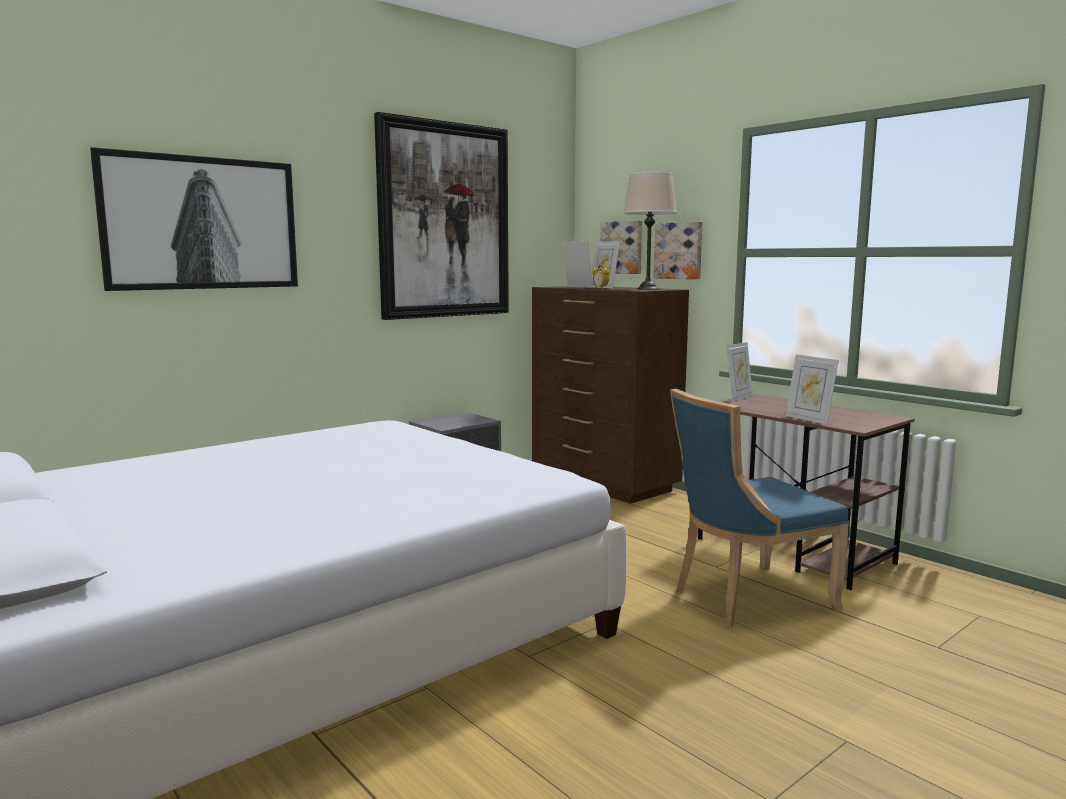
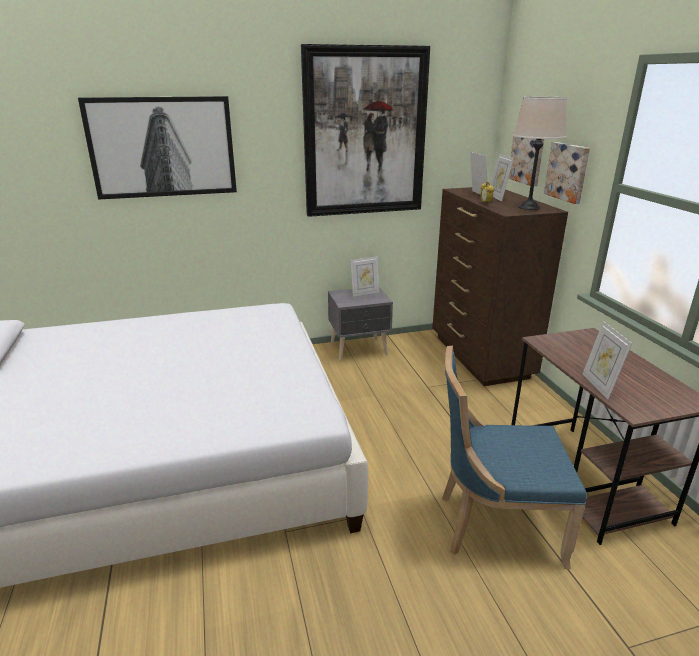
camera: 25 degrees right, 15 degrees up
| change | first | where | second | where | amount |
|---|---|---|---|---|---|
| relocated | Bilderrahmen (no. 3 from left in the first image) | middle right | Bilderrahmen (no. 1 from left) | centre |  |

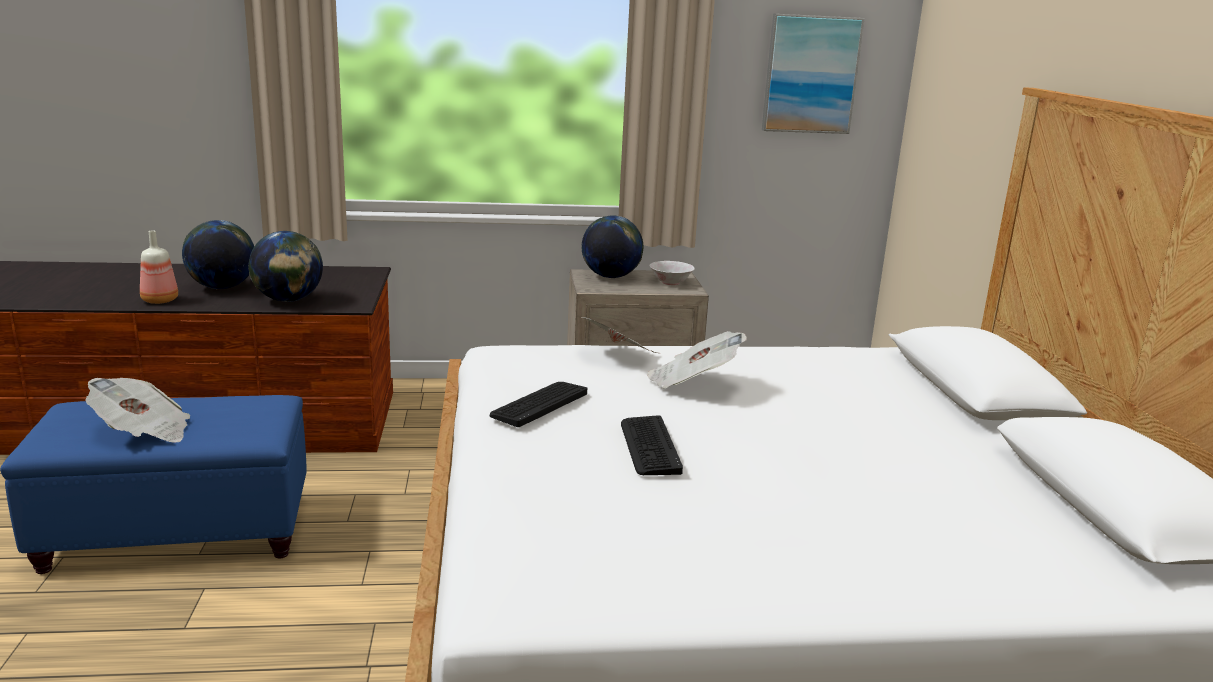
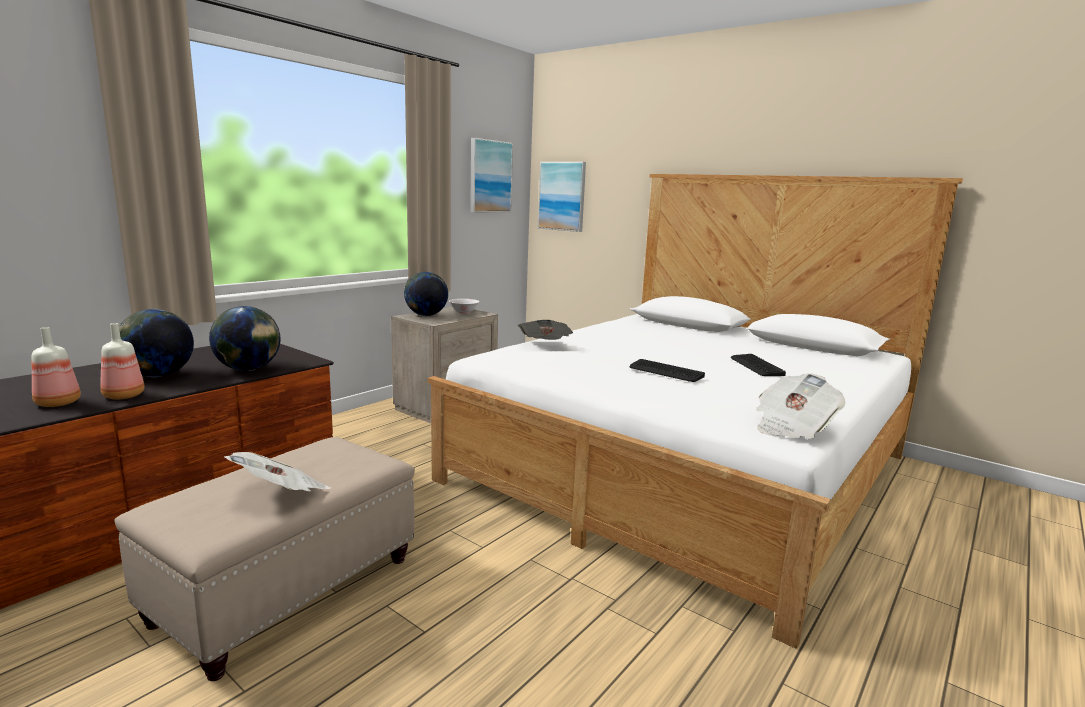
camera: 45 degrees left, 5 degrees down
| change | first | where | second | where | amount |
|---|---|---|---|---|---|
| appeared |  |  | Flasche (no. 1 from left) | middle left |  |
| appeared |  |  | Bild (no. 2 from left) | top centre |  |
| relocated | Tastatur (no. 1 from left in the first image) | centre | Tastatur (no. 2 from left) | middle right |  |
| relocated | Zeitung (no. 3 from left) | centre |  | middle right |  |
| colour | Polsterhocker/blau | bottom left | Polsterhocker/beige | bottom left |  |

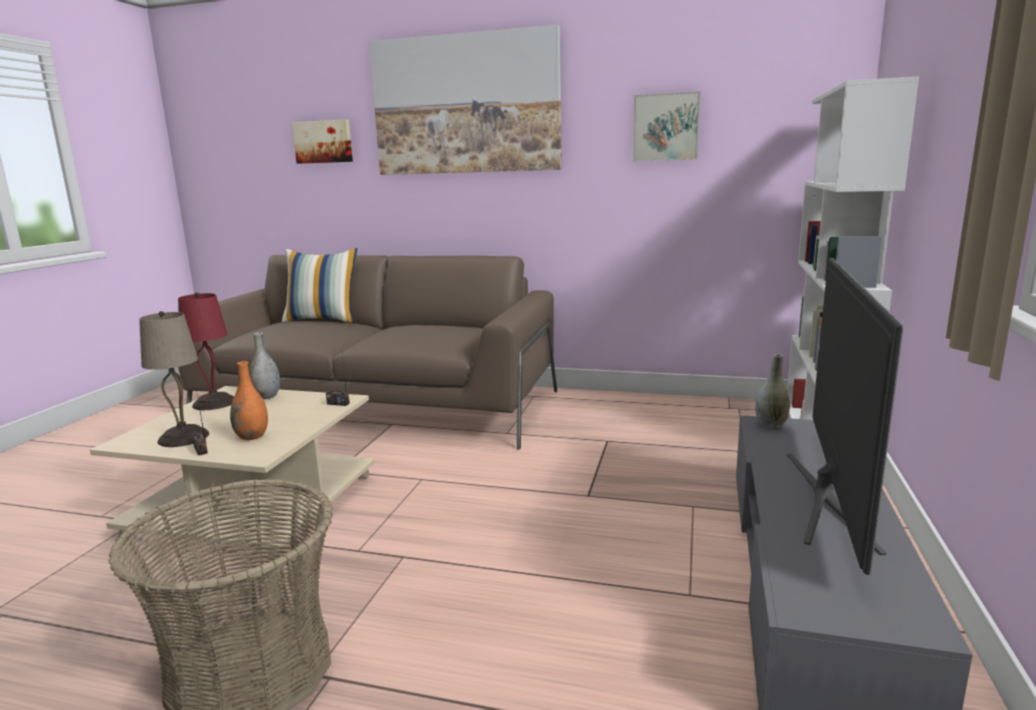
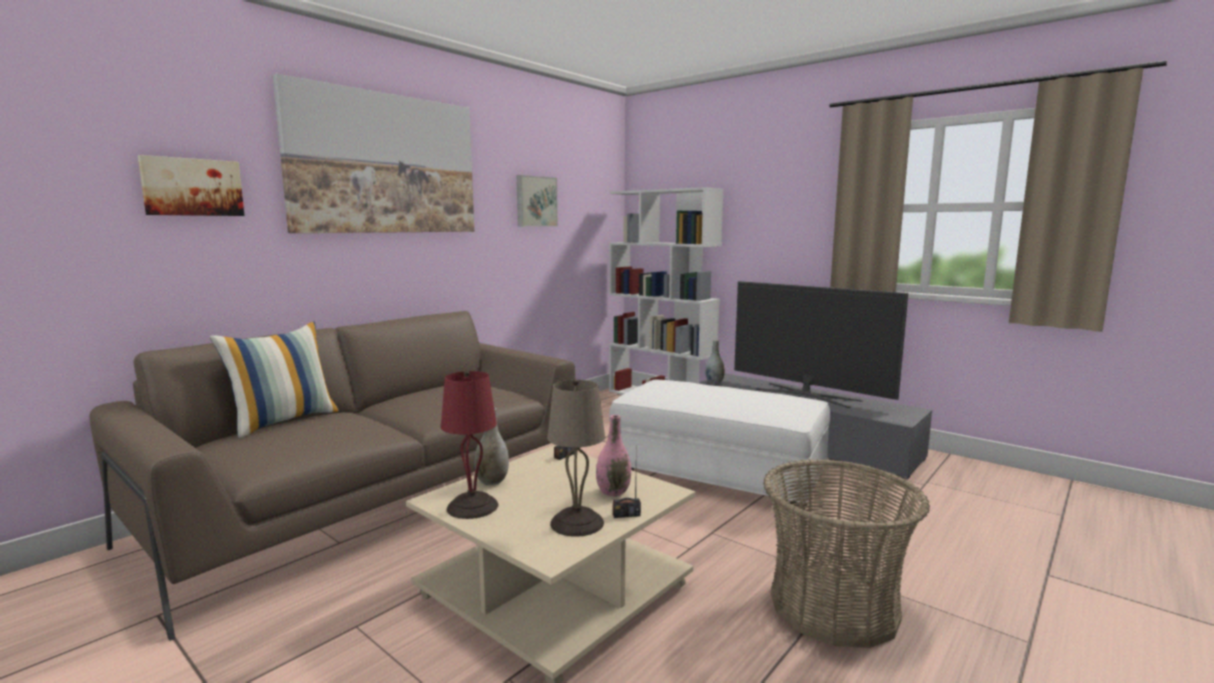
camera: 65 degrees left, 5 degrees down
| change | first | where | second | where | amount |
|---|---|---|---|---|---|
| appeared |  |  | Polsterhocker/weiß | centre |  |
| colour | Vase/orange | middle left | Vase/rosa | bottom centre |  |

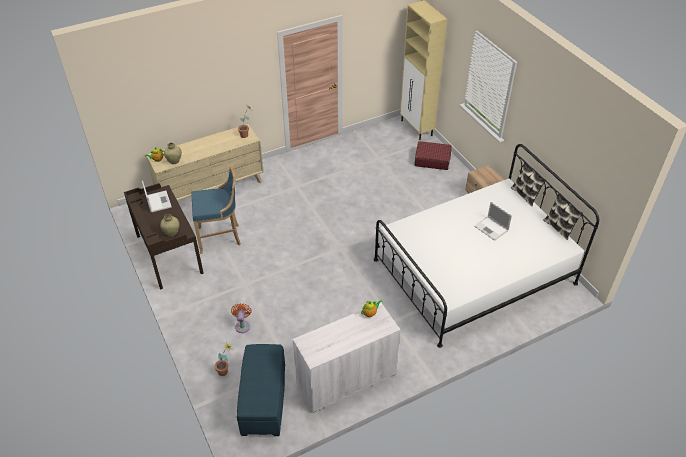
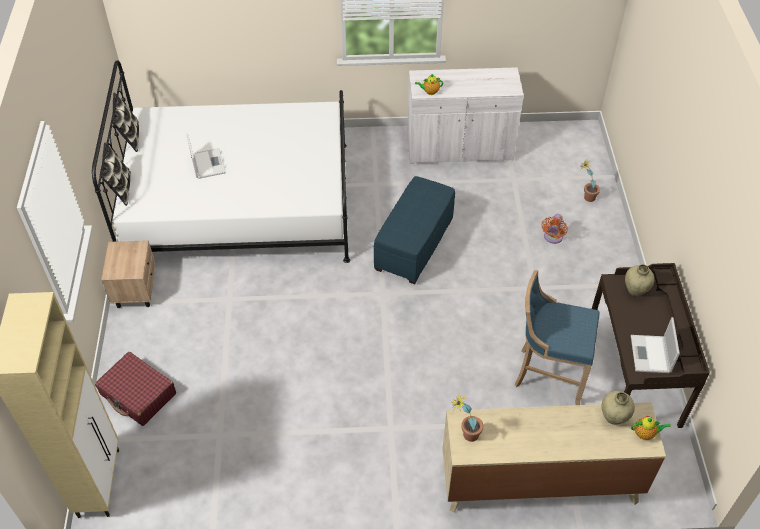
camera: 155 degrees left, 5 degrees up
| change | first | where | second | where | amount |
|---|---|---|---|---|---|
| relocated | Polsterhocker/blau | bottom centre |  | centre |  |

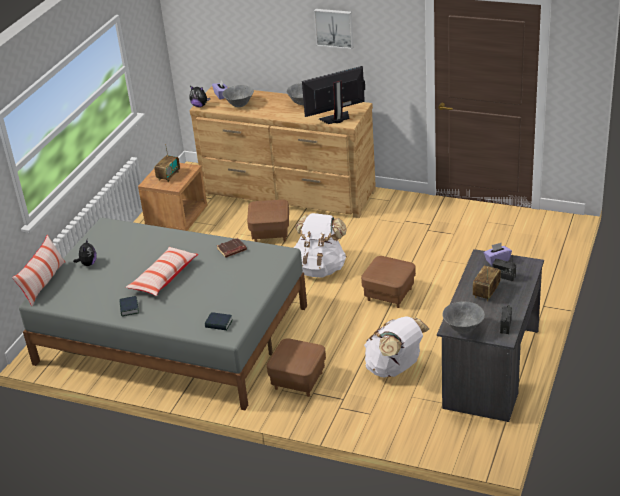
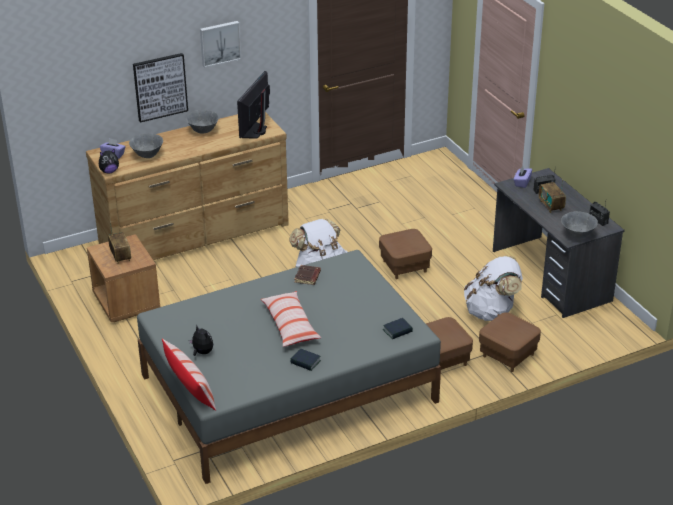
camera: 50 degrees left, 0 degrees up
| change | first | where | second | where | amount |
|---|---|---|---|---|---|
| appeared |  |  | Bild (no. 1 from left) | top left |  |
| relocated | Polsterhocker/braun (no. 1 from left in the first image) | centre | Polsterhocker/braun (no. 3 from left) | bottom right |  |

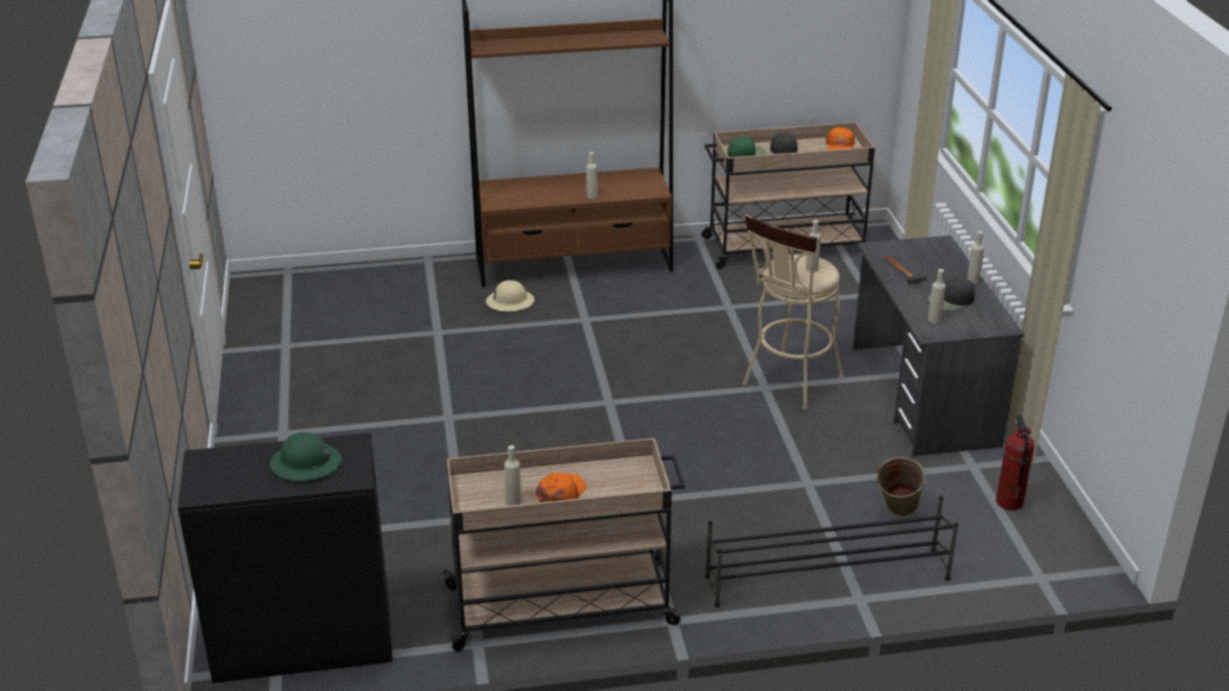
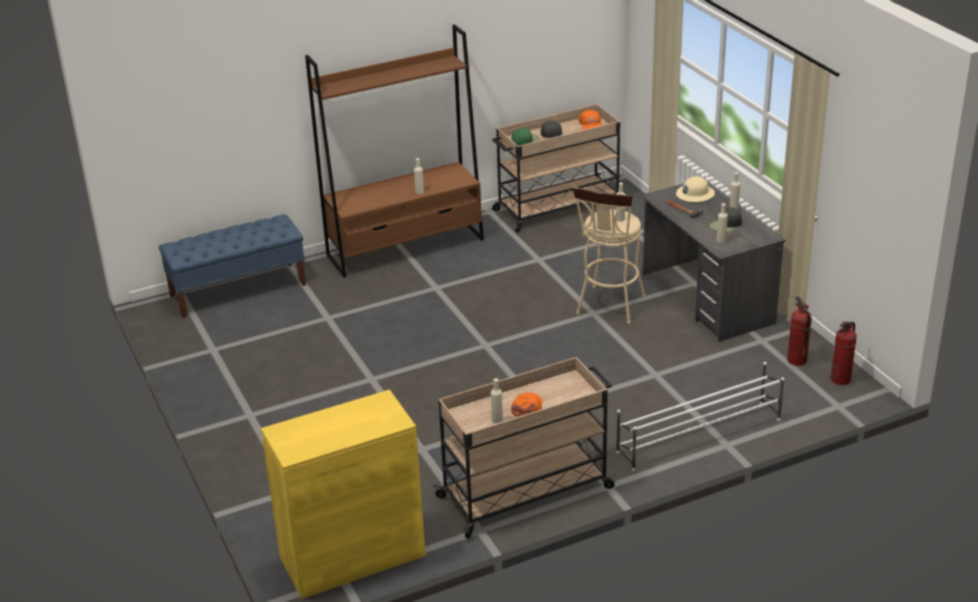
camera: 15 degrees left, 0 degrees up
| change | first | where | second | where | amount |
|---|---|---|---|---|---|
| missing | Schutzhelm/grün | middle left |  |  |  |
| missing | Eimer/grün | bottom right |  |  |  |
| appeared |  |  | Bank/blau | middle left |  |
| appeared |  |  | Feuerlöscher (no. 2 from left) | middle right |  |
| relocated | Schutzhelm/beige | centre |  | top right |  |
| colour | Schrank/schwarz | bottom left | Schrank/gelb | bottom centre |  |
| colour | Schuhregal/schwarz | bottom right | Schuhregal/weiß | bottom right |  |

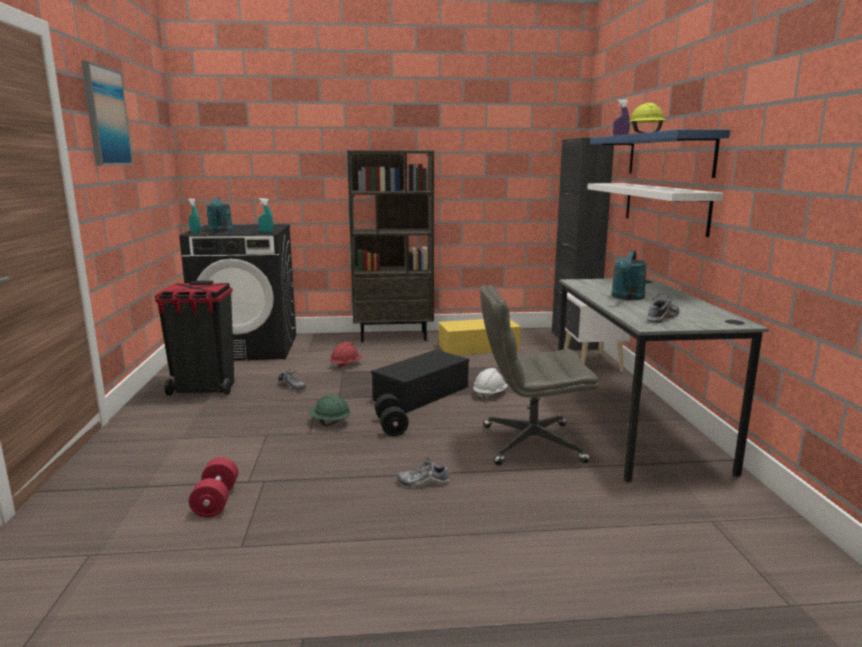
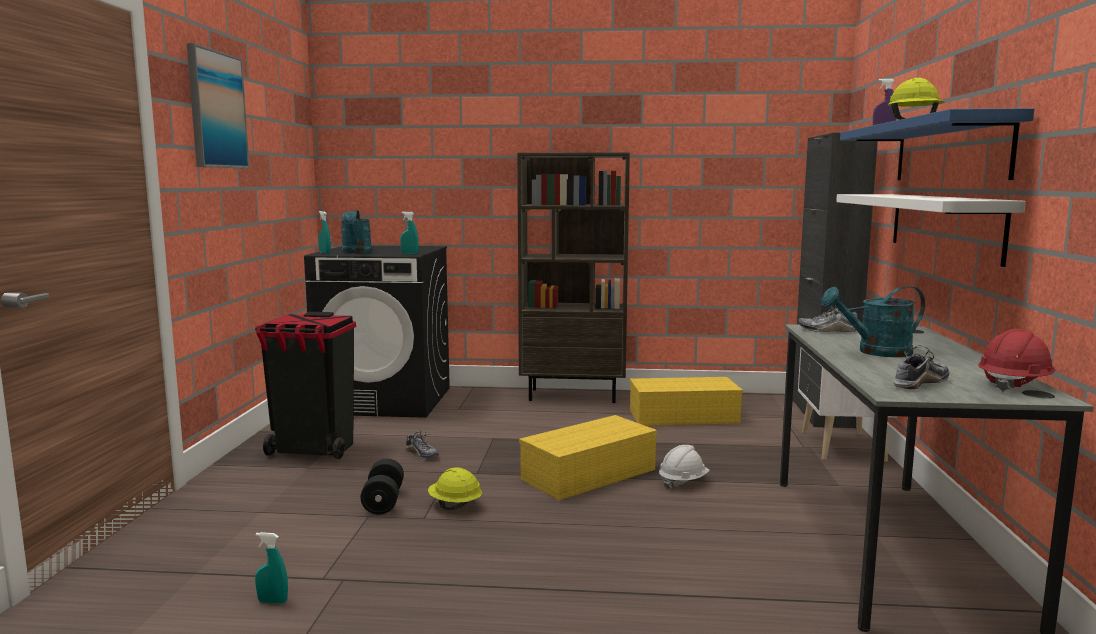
camera: 10 degrees right, 5 degrees down
| change | first | where | second | where | amount |
|---|---|---|---|---|---|
| missing | Bürostuhl/grau | centre |  |  |  |
| relocated | Schutzhelm/rot | centre |  | middle right |  |
| relocated | Hantel/schwarz | centre |  | bottom centre |  |
| relocated | Schuh (no. 2 from left) | bottom centre |  | middle right |  |
| exchanged | Hantel/rot | bottom left | Sprühflasche/türkis (no. 1 from left) | bottom left |  |
| colour | Schutzhelm/grün | centre | Schutzhelm/gelb (no. 1 from left) | bottom centre |  |
| colour | Aufbewahrungsbox/schwarz | centre | Aufbewahrungsbox/gelb (no. 1 from left) | bottom centre |  |
| spun | Gießkanne/türkis (no. 2 from left) | middle right |  | middle right | 45 degrees clockwise |

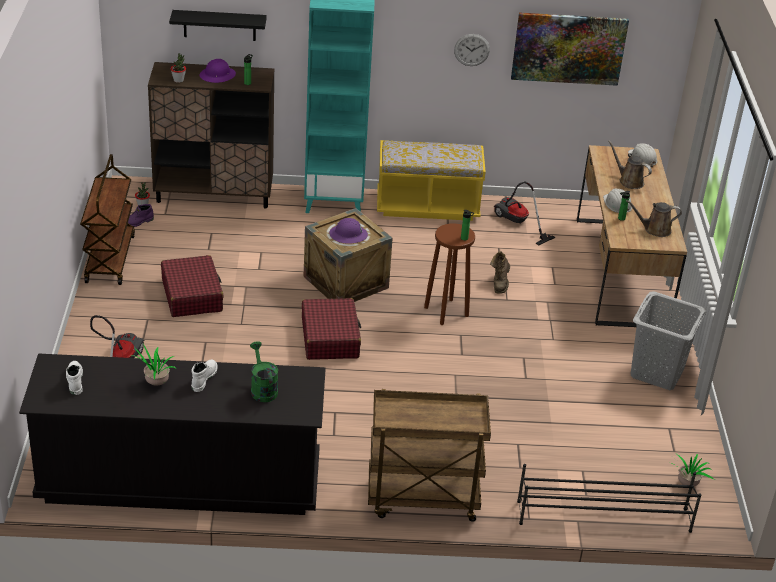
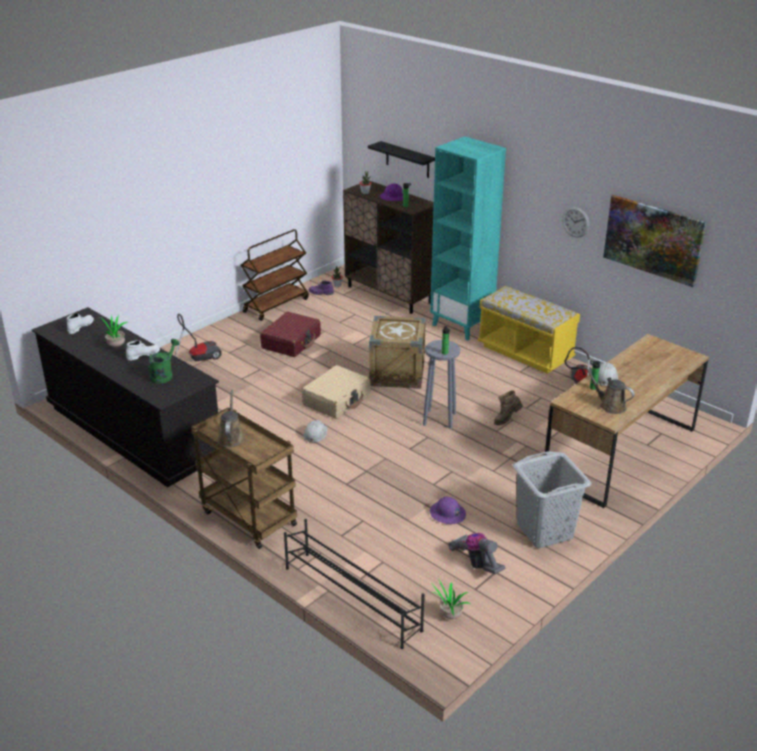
camera: 45 degrees right, 5 degrees down
| change | first | where | second | where | amount |
|---|---|---|---|---|---|
| appeared |  |  | Staubsauger (no. 2 from left) | bottom centre |  |
| relocated | Schutzhelm/lila (no. 2 from left) | centre |  | bottom centre |  |
| relocated | Gießkanne/braun (no. 1 from left) | top right |  | middle left |  |
| relocated | Schutzhelm/weiß (no. 2 from left in the first image) | top right | Schutzhelm/weiß (no. 1 from left) | centre |  |
| colour | Koffer/rot (no. 2 from left) | centre | Koffer/beige | centre |  |
| colour | Hocker/braun | centre | Hocker/grau | centre |  |

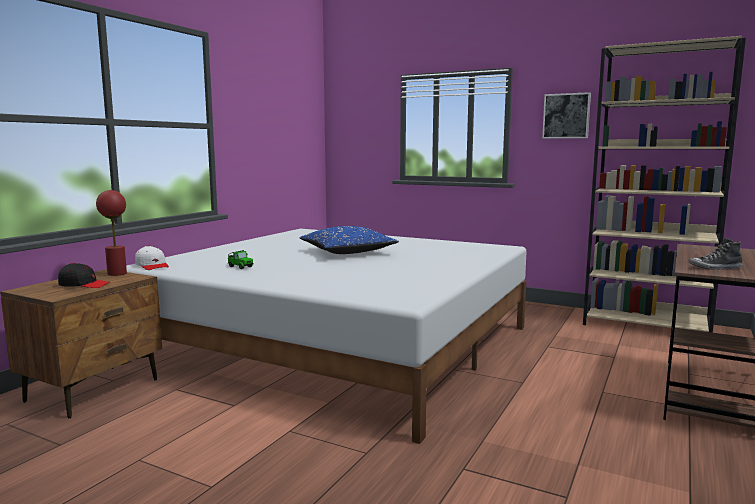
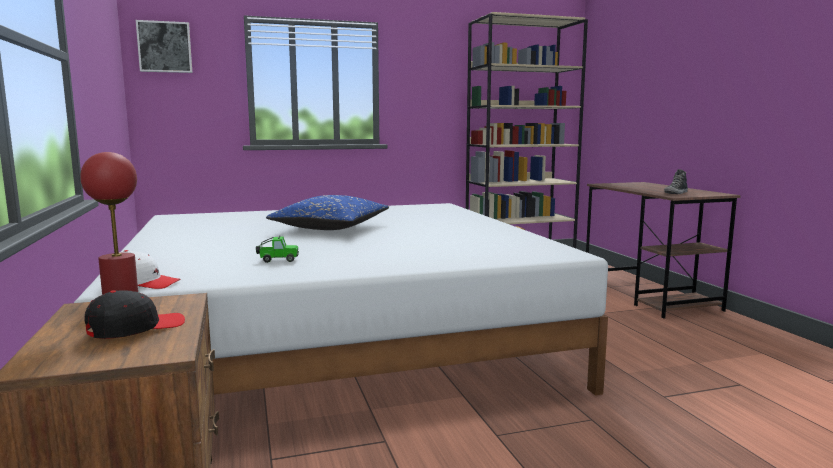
camera: 45 degrees left, 0 degrees up
| change | first | where | second | where | amount |
|---|---|---|---|---|---|
| relocated | Bild | top right |  | top left |  |

